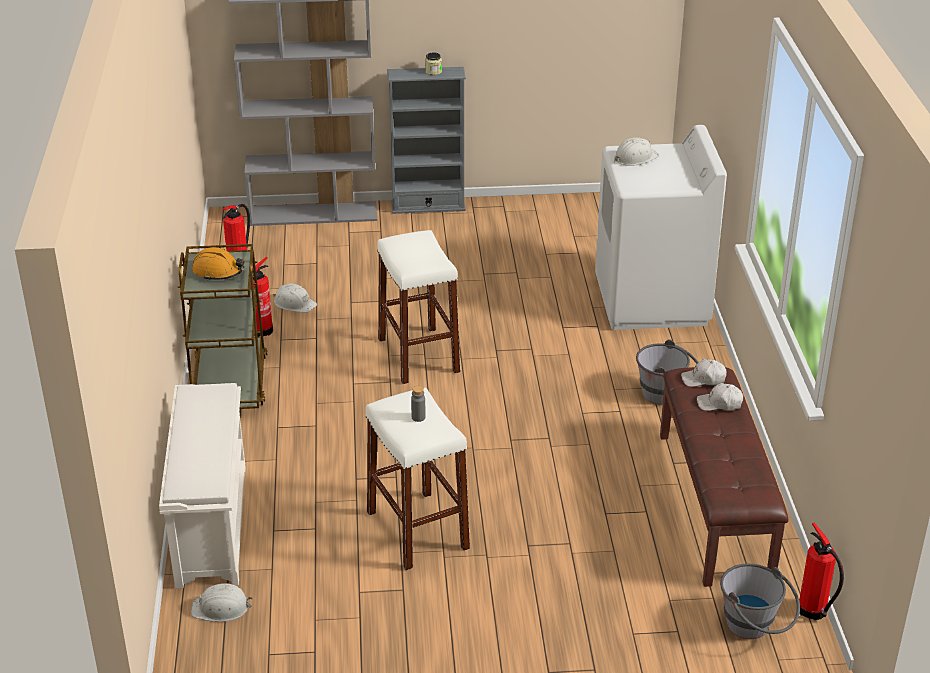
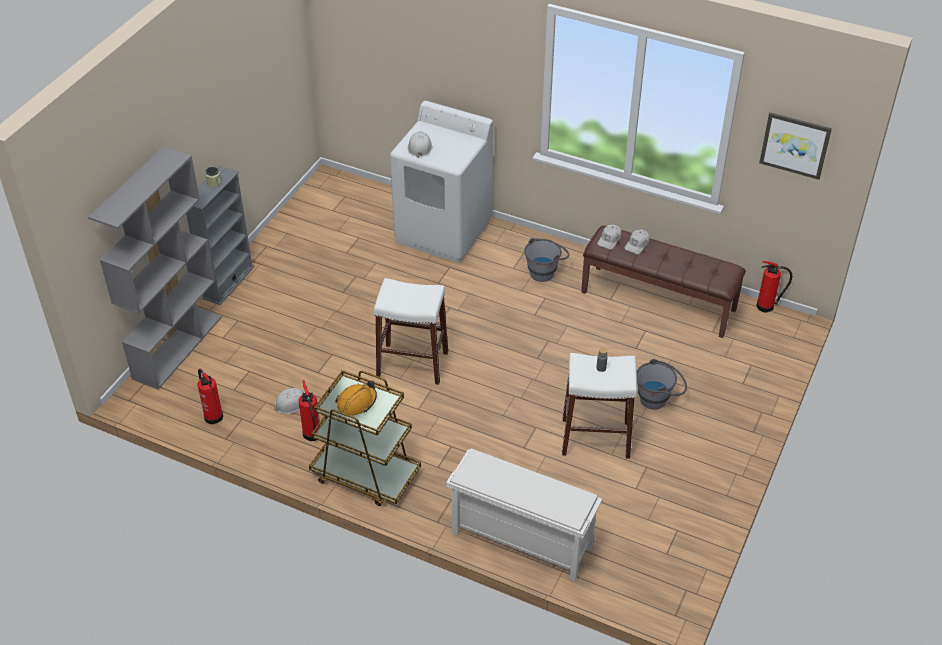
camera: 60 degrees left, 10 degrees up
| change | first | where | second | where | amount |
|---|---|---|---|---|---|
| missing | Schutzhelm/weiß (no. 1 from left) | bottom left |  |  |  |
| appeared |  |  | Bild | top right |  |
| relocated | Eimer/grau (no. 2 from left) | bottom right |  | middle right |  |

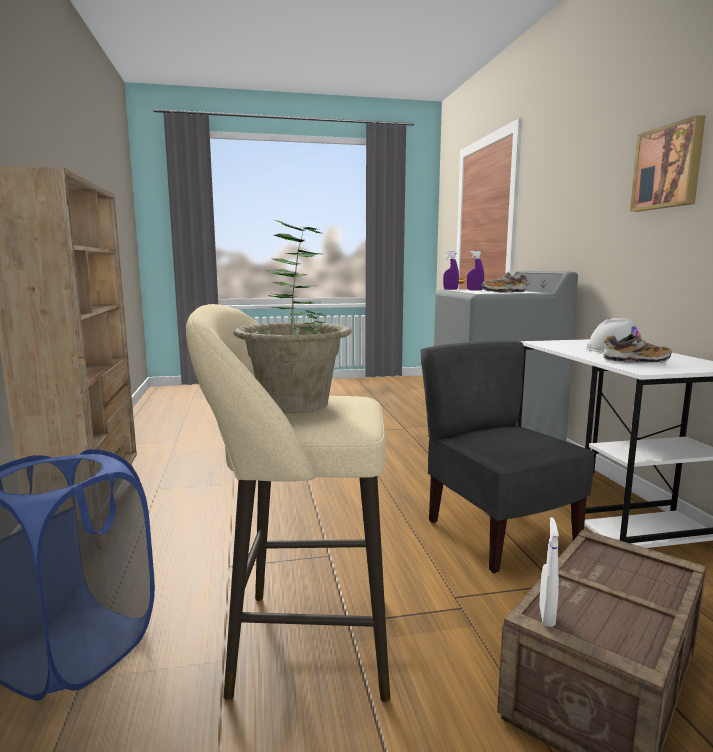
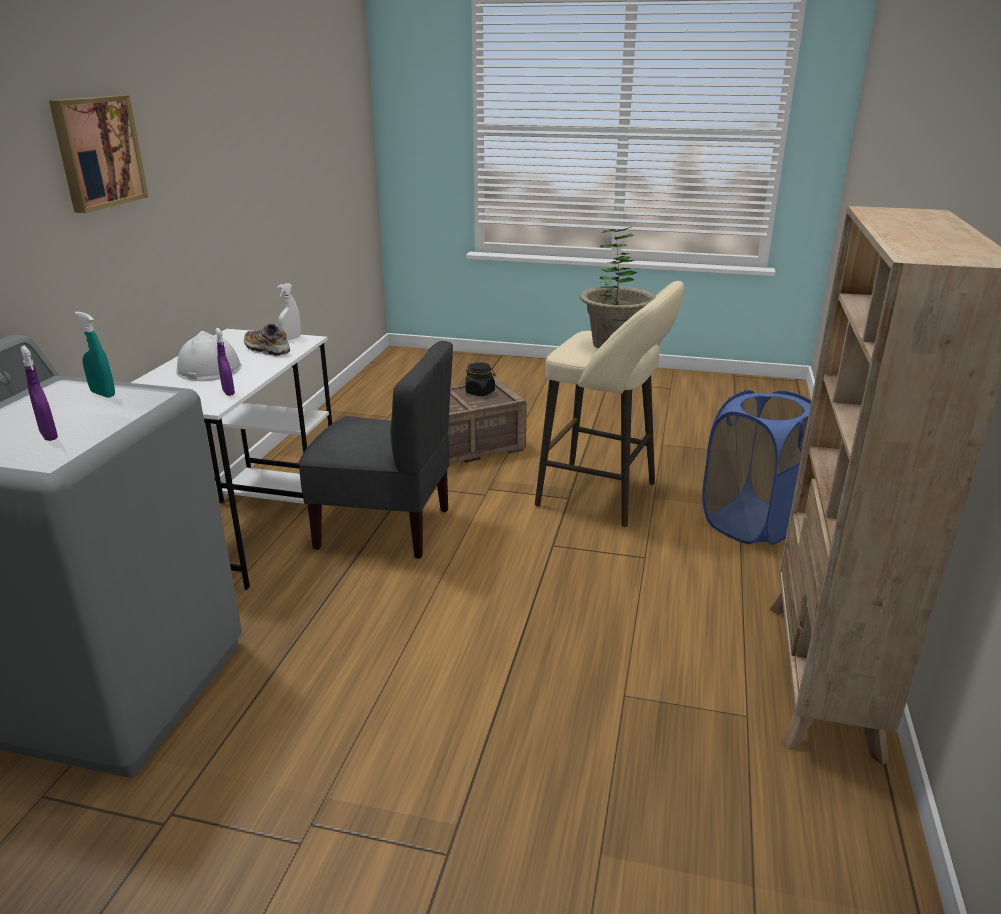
camera: 155 degrees left, 15 degrees up
| change | first | where | second | where | amount |
|---|---|---|---|---|---|
| appeared |  |  | Vorratsglas/schwarz | centre |  |
| relocated | Sprühflasche/lila (no. 1 from left in the first image) | centre | Sprühflasche/lila (no. 2 from left) | middle left |  |
| relocated | Sprühflasche/weiß | bottom right |  | middle left |  |
| exchanged | Schuh (no. 1 from left) | middle right | Sprühflasche/türkis | middle left |  |
| spun | Stuhl/grau | middle right |  | centre | 75 degrees counterclockwise |

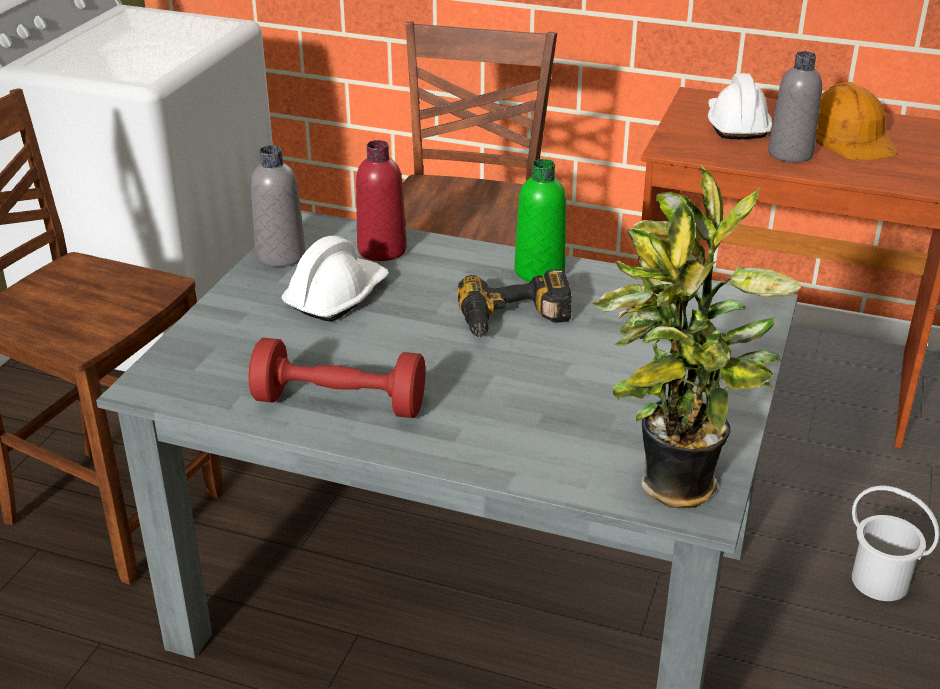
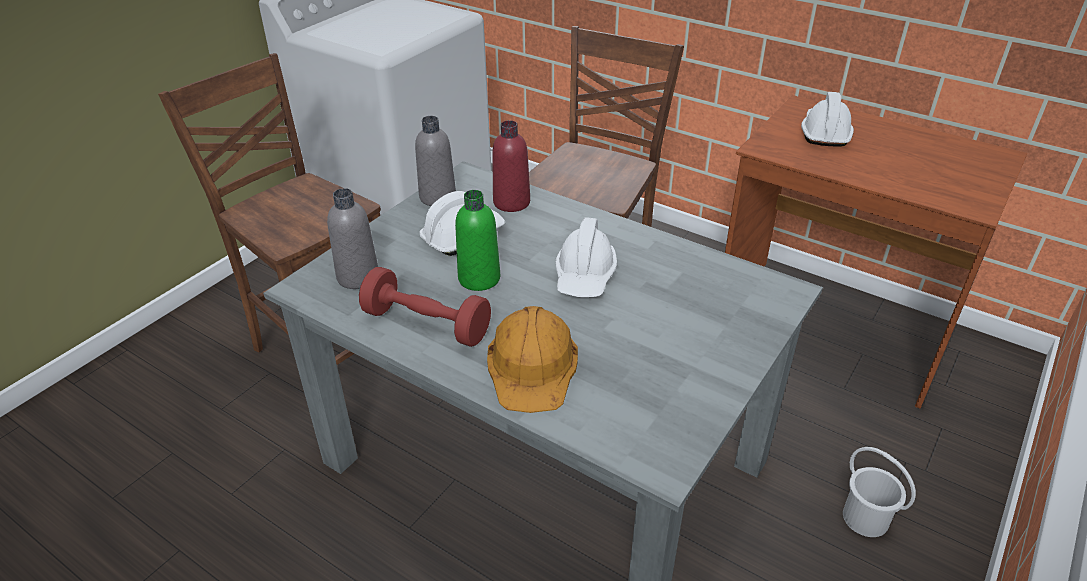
camera: 15 degrees right, 5 degrees up
| change | first | where | second | where | amount |
|---|---|---|---|---|---|
| missing | Topfpflanze | middle right |  |  |  |
| relocated | Flasche/grün | top centre |  | centre |  |
| relocated | Flasche/grau (no. 2 from left in the first image) | top right | Flasche/grau (no. 1 from left) | middle left |  |
| relocated | Schutzhelm/orange | top right |  | centre |  |
| exchanged | Bohrmaschine | centre | Schutzhelm/weiß (no. 2 from left) | centre |  |

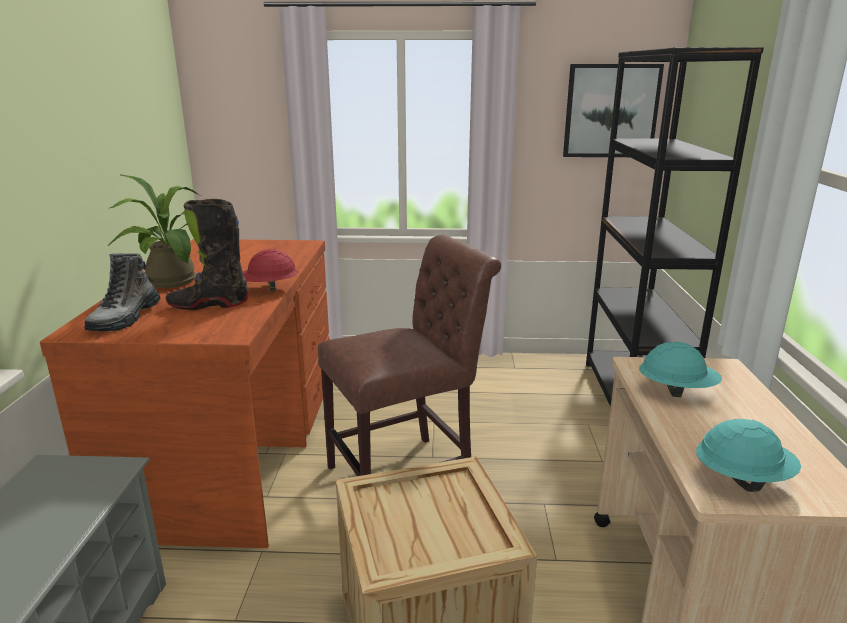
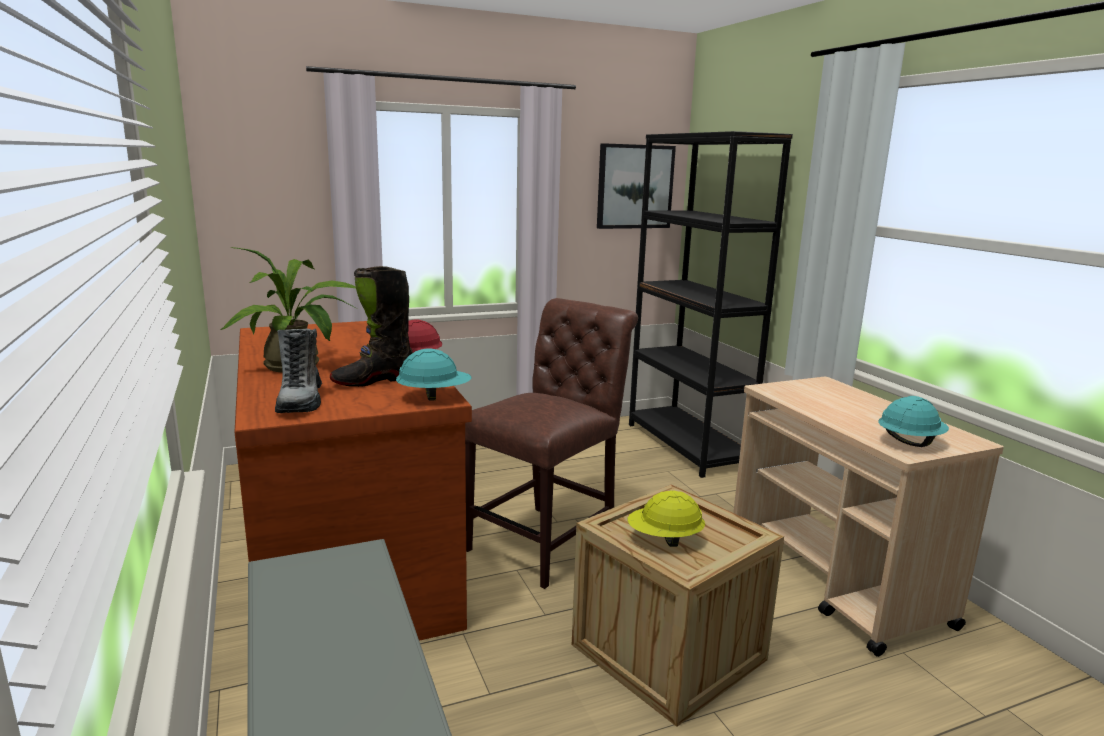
camera: 25 degrees left, 5 degrees down
| change | first | where | second | where | amount |
|---|---|---|---|---|---|
| appeared |  |  | Schutzhelm/gelb | bottom centre |  |
| relocated | Schutzhelm/türkis (no. 1 from left) | middle right |  | centre |  |

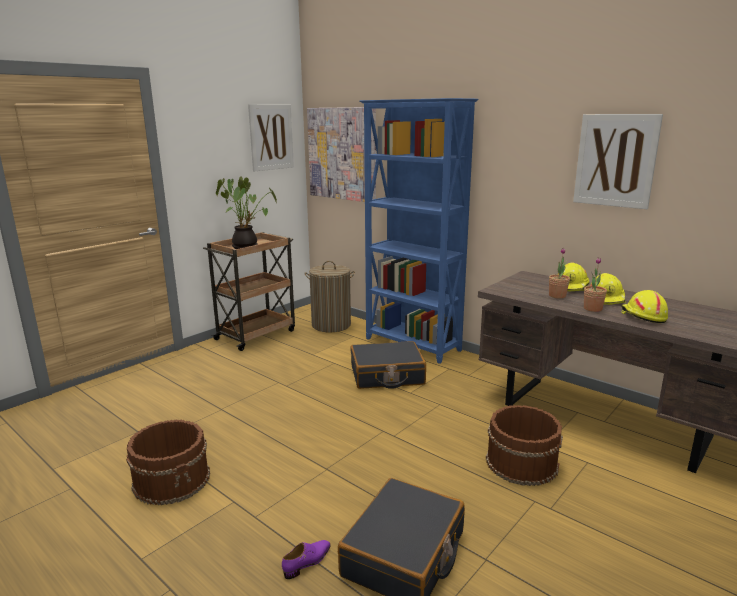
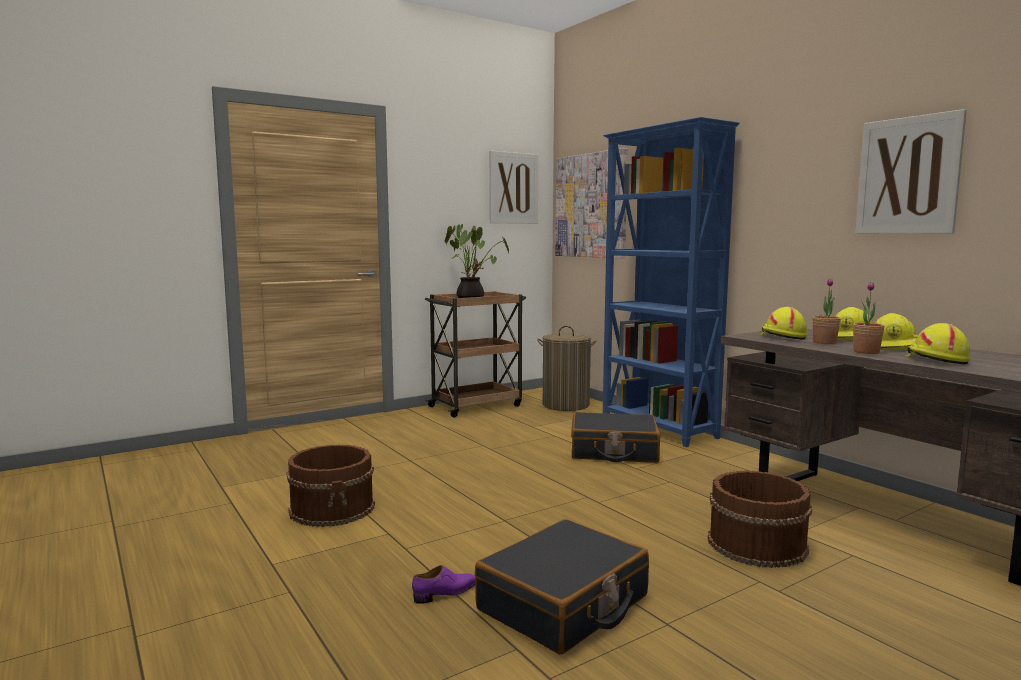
camera: 15 degrees right, 10 degrees down
| change | first | where | second | where | amount |
|---|---|---|---|---|---|
| appeared |  |  | Schutzhelm/gelb (no. 1 from left) | middle right |  |

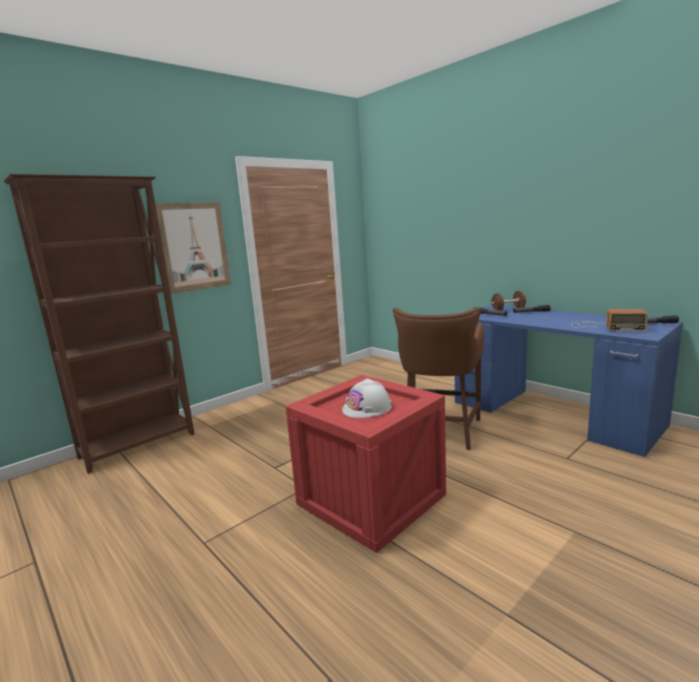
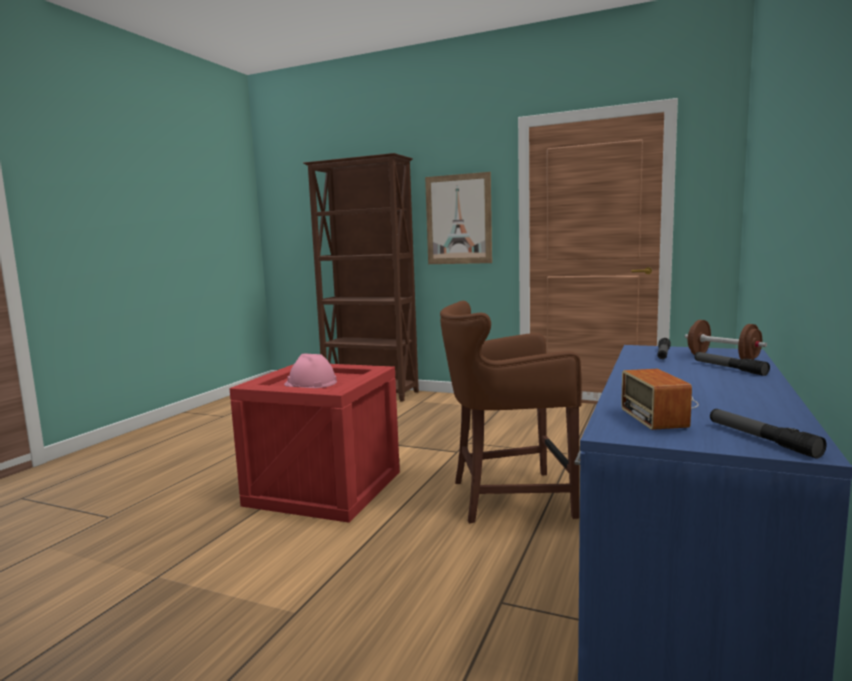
camera: 65 degrees right, 5 degrees down
| change | first | where | second | where | amount |
|---|---|---|---|---|---|
| colour | Schutzhelm/weiß | centre | Schutzhelm/rosa | centre |  |

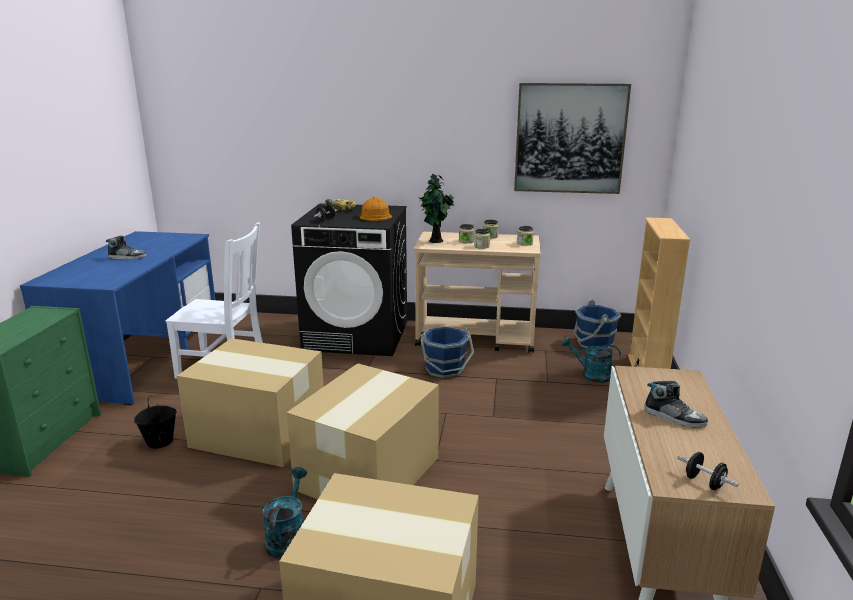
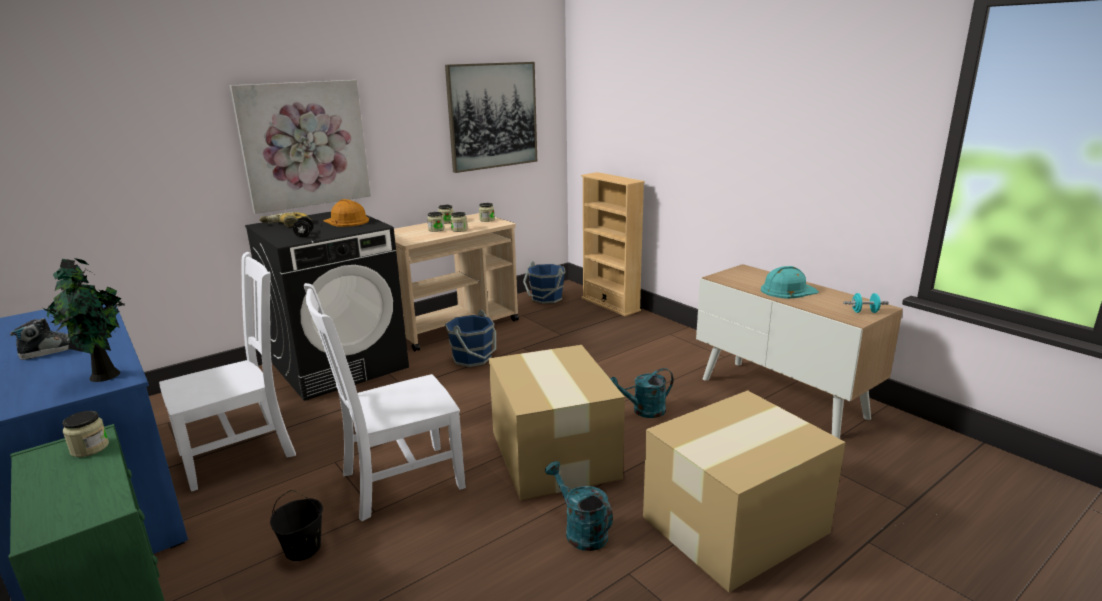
camera: 45 degrees left, 0 degrees up
| change | first | where | second | where | amount |
|---|---|---|---|---|---|
| appeared |  |  | Vorratsglas (no. 1 from left) | bottom left |  |
| appeared |  |  | Bild (no. 1 from left) | top left |  |
| relocated | Topfpflanze | centre |  | middle left |  |
| relocated | Gießkanne/türkis (no. 2 from left) | middle right |  | centre |  |
| exchanged | Karton (no. 1 from left) | bottom left | Stuhl/weiß (no. 2 from left) | bottom centre |  |
| exchanged | Schuh (no. 2 from left) | bottom right | Schutzhelm/türkis | middle right |  |
| colour | Hantel/schwarz (no. 2 from left) | bottom right | Hantel/türkis | middle right |  |

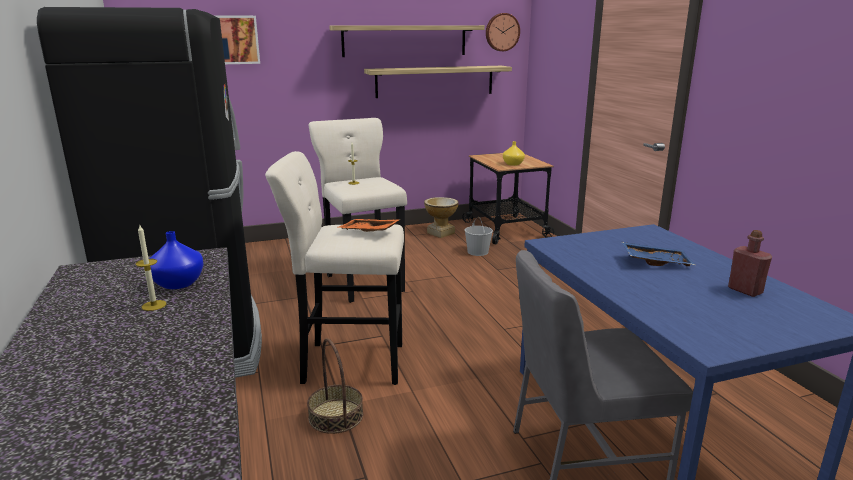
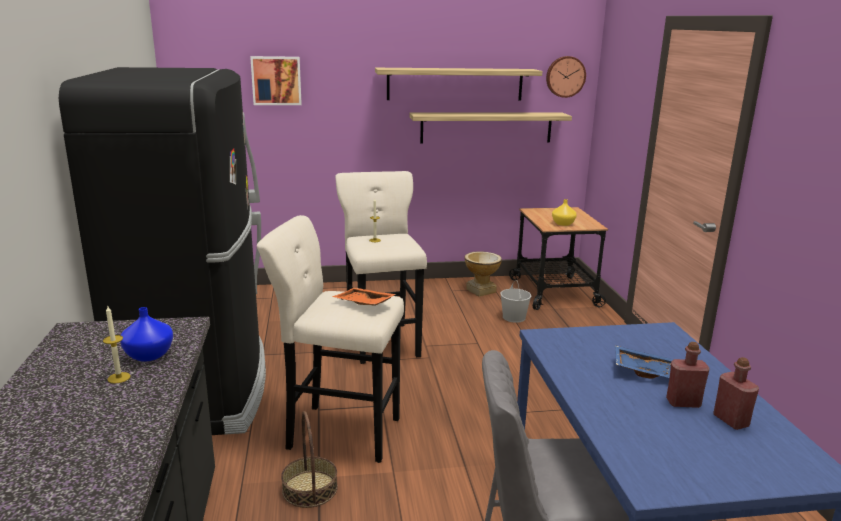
camera: 10 degrees right, 0 degrees up
| change | first | where | second | where | amount |
|---|---|---|---|---|---|
| appeared |  |  | Flasche/rot (no. 1 from left) | bottom right |  |

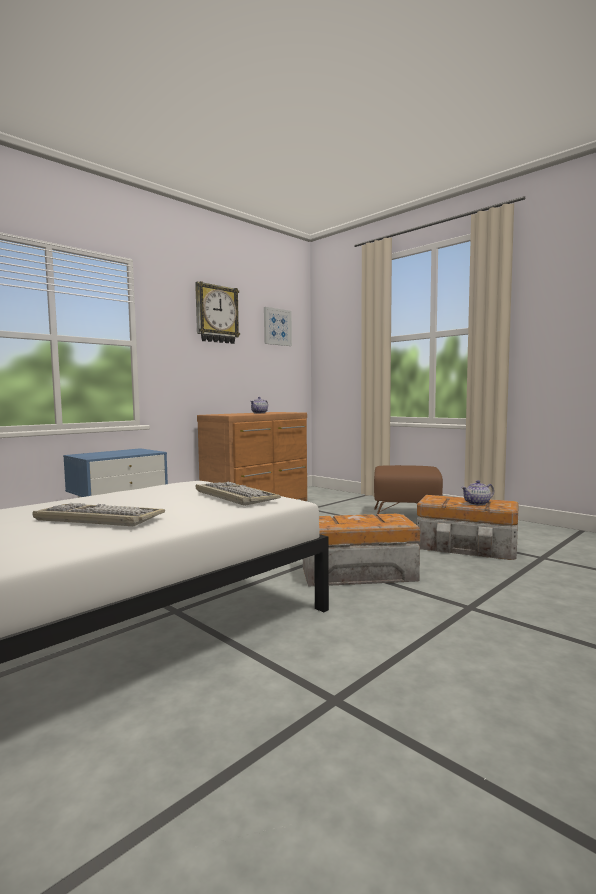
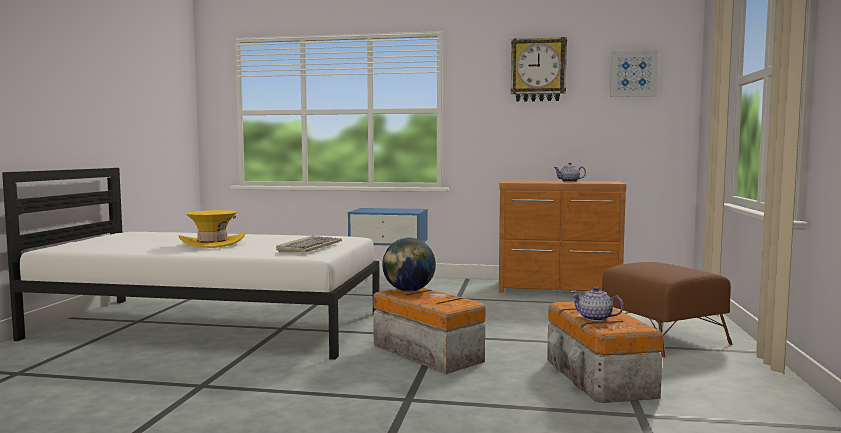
camera: 55 degrees right, 0 degrees up
| change | first | where | second | where | amount |
|---|---|---|---|---|---|
| appeared |  |  | Globus | centre |  |
| exchanged | Tastatur (no. 1 from left) | middle left | Hut/gelb | middle left |  |

